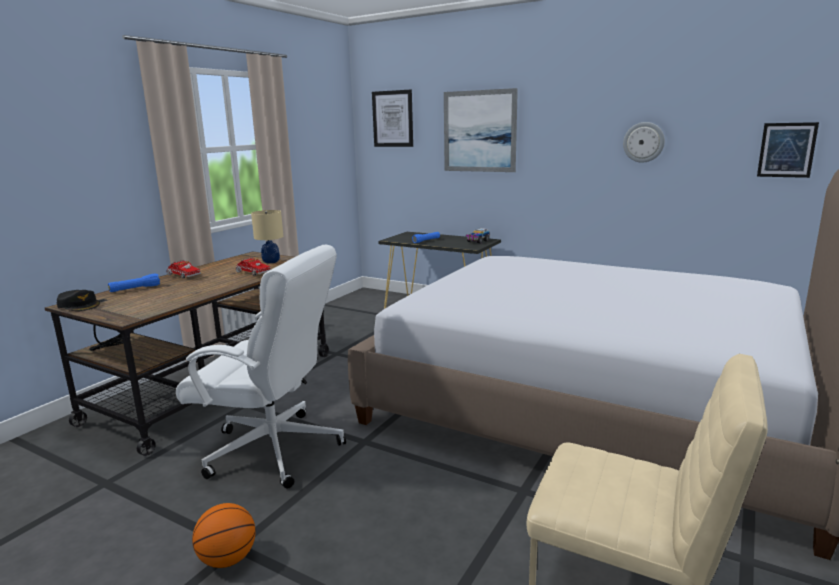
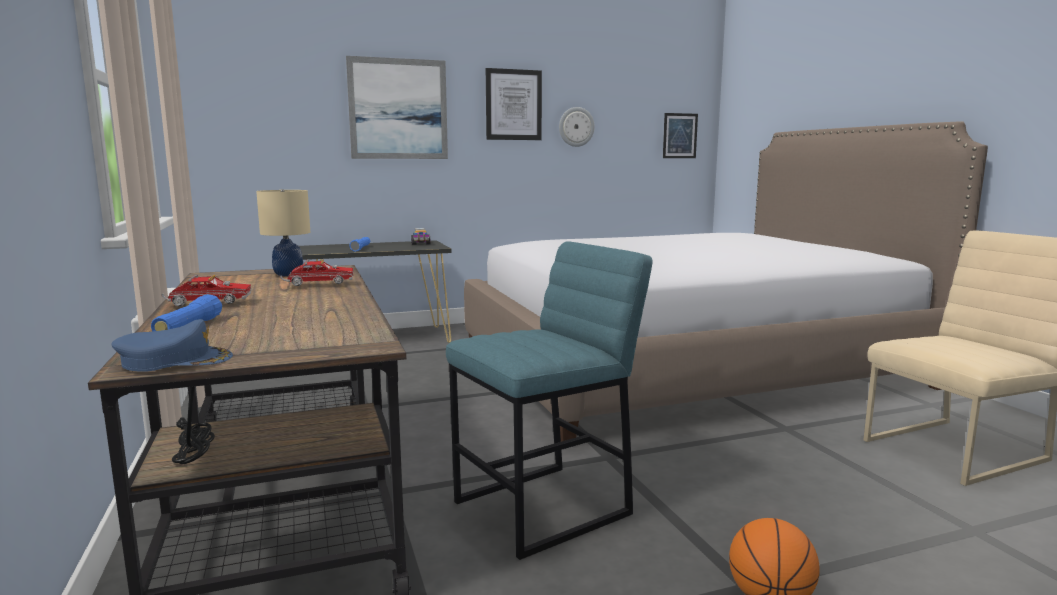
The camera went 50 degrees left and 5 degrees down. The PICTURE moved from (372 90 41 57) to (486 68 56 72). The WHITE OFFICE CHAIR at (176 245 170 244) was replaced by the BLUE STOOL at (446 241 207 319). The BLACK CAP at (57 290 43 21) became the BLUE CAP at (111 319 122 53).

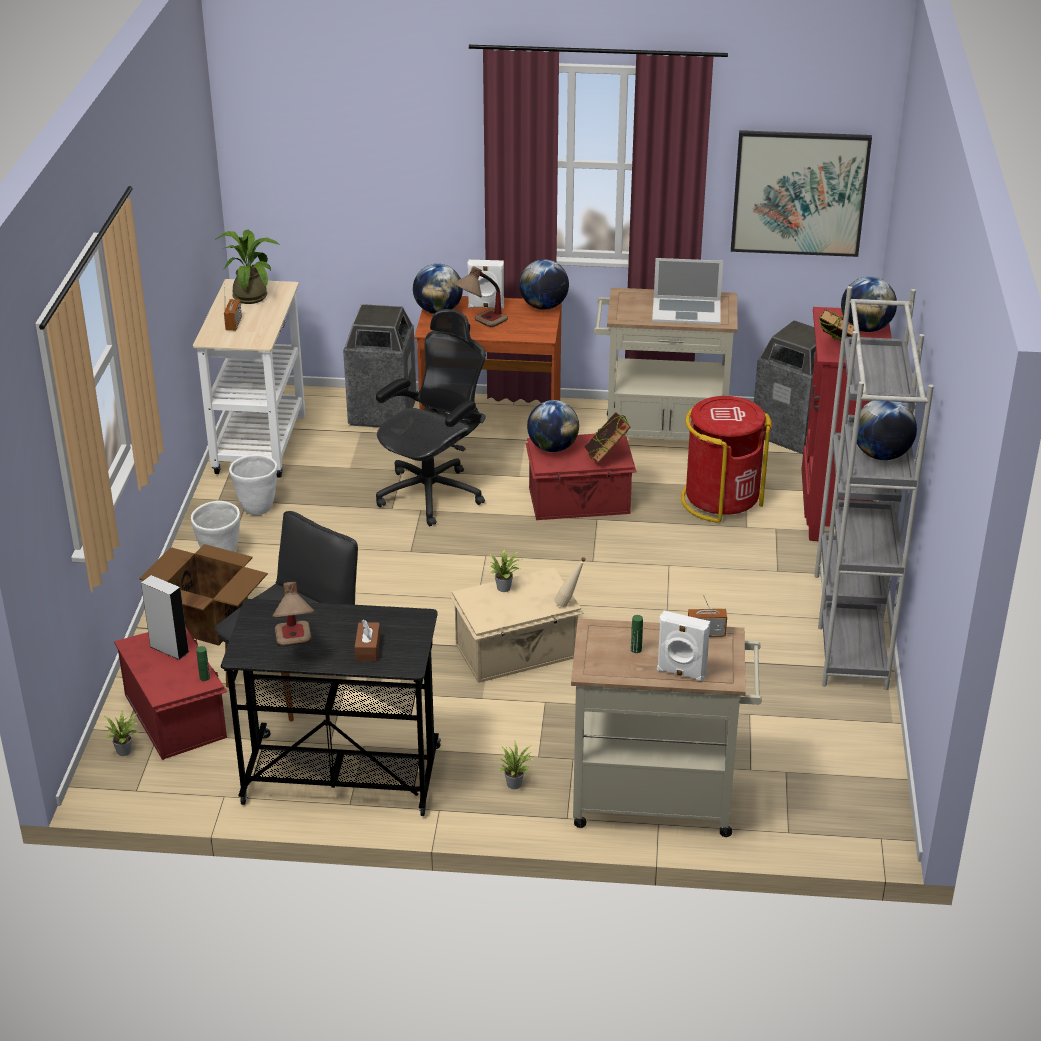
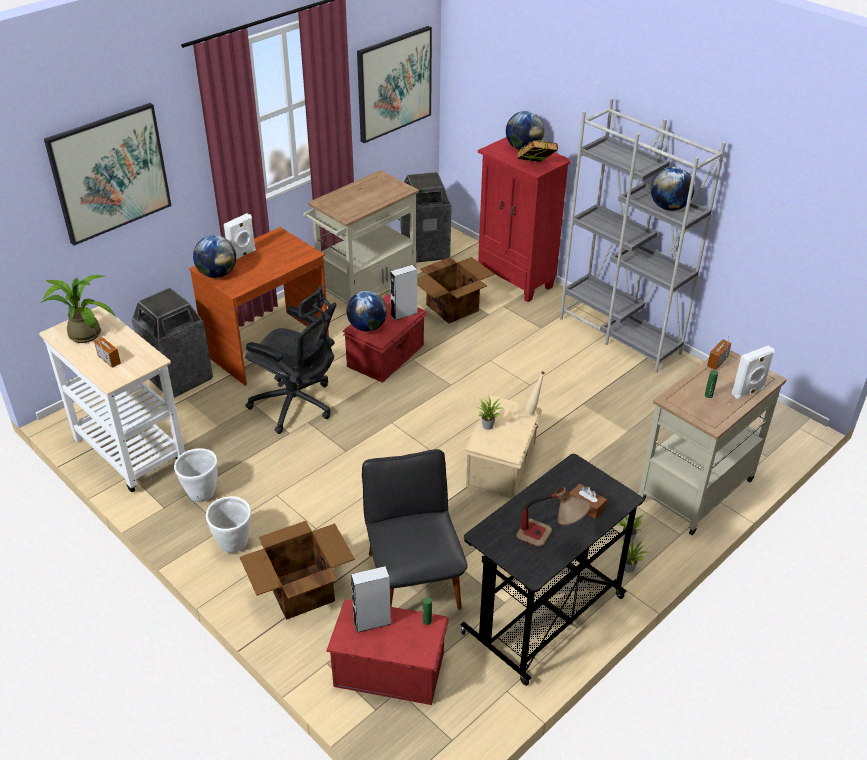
The camera went 50 degrees left and 5 degrees up. The LAPTOP at (652 258 71 67) disappeared. The GLOBE at (519 259 50 51) disappeared. The TABLE LAMP at (453 266 55 61) disappeared. The OFFICE CHAIR at (376 309 110 217) turned 135 degrees clockwise. The RED TRASH CAN at (681 396 91 127) was replaced by the CARDBOARD BOX at (417 257 78 67). The BOOK at (585 412 46 51) was replaced by the GREY SPEAKER at (390 265 28 56). The POTTED PLANT moved from (104 710 35 46) to (620 538 30 35). The PICTURE at (44 103 127 142) appeared.

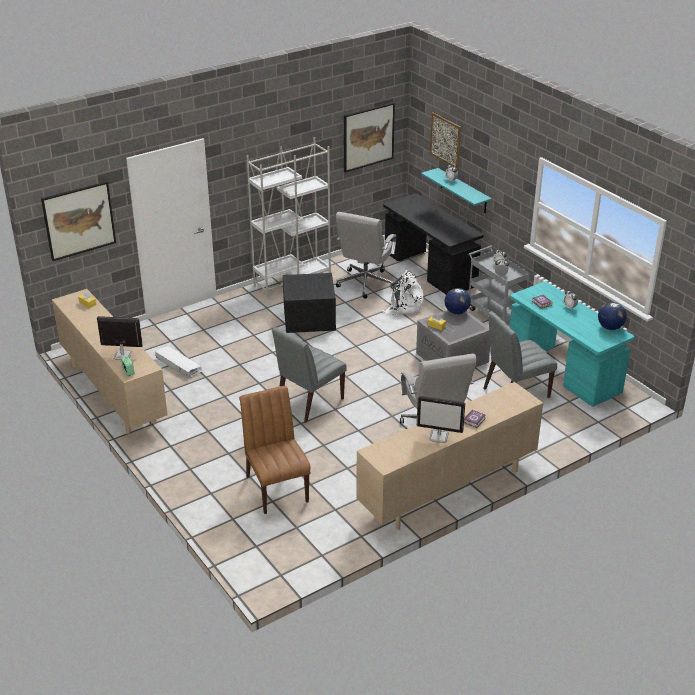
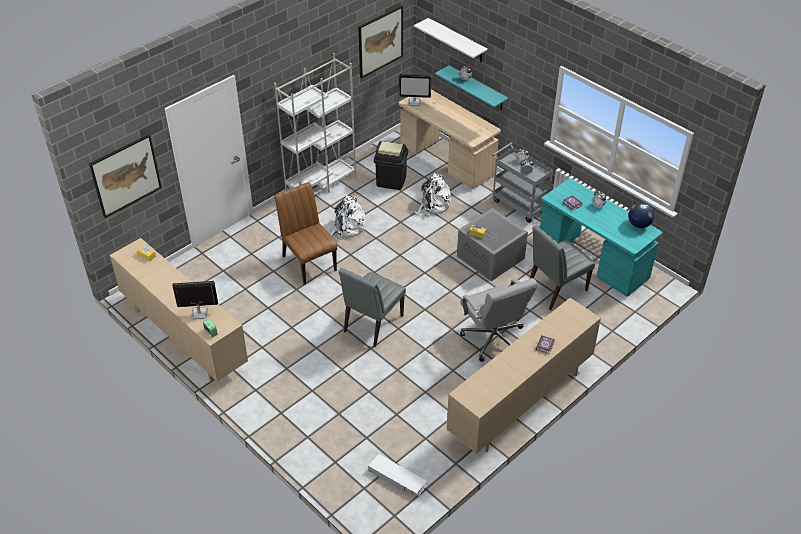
The camera went 10 degrees left and 10 degrees up. The PICTURE at (430 112 31 57) was replaced by the WHITE SHELF at (414 18 74 44). The BLACK DESK at (383 194 100 100) became the BEIGE DESK at (399 90 102 99). The GREY OFFICE CHAIR at (336 212 60 87) was replaced by the BLACK TRASH CAN at (374 141 34 49). The BLACK STORAGE BOX at (283 273 53 60) was replaced by the WHITE BACKPACK at (331 195 34 45). The GLOBE at (445 288 26 26) disappeared. The WHITE STORAGE BOX moved from (155 346 47 31) to (368 454 59 42). The BROWN CHAIR moved from (239 386 72 128) to (274 182 63 103). The MONITOR moved from (417 396 48 47) to (399 74 32 32).

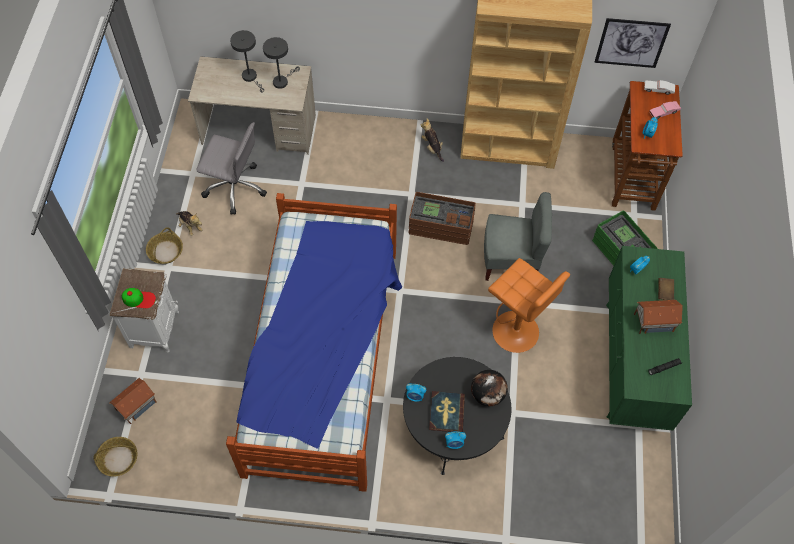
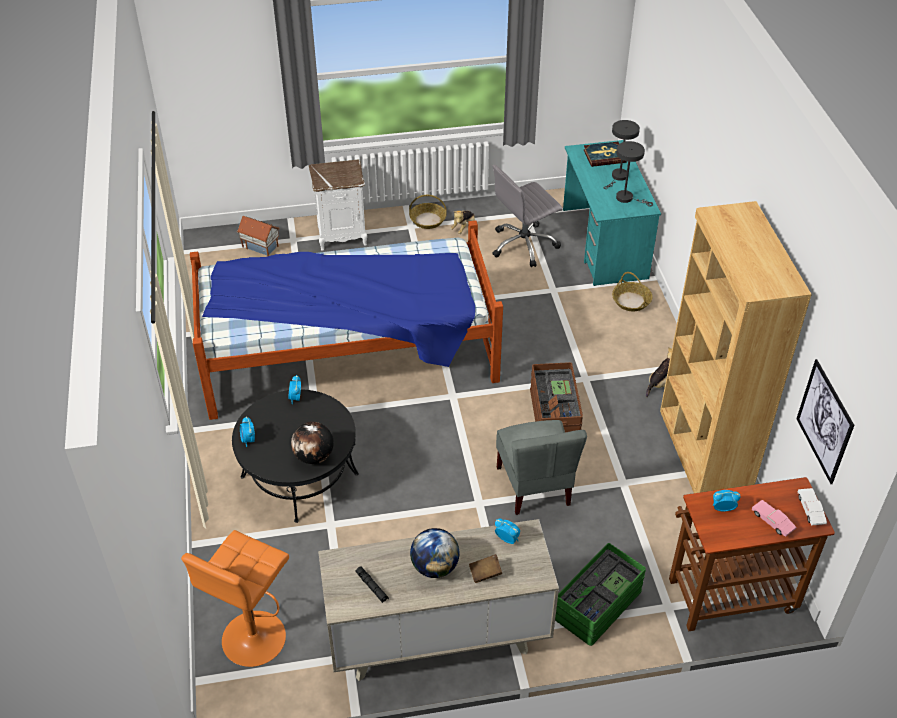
The camera went 75 degrees right and 15 degrees down. The BEIGE DESK at (188 56 128 99) became the TURQUOISE DESK at (563 140 98 146). The GREY OFFICE CHAIR at (196 122 71 93) turned 60 degrees clockwise. The GREEN DRESSER at (606 246 86 185) became the BEIGE DRESSER at (318 519 241 162). The ORANGE STOOL moved from (488 258 82 95) to (181 530 108 137). The CAP at (122 288 34 20) disappeared. The TOY HOUSE at (634 300 49 34) was replaced by the GLOBE at (410 528 49 50). The BOOK moved from (429 391 36 41) to (583 142 44 25). The BASKET moved from (93 437 44 40) to (612 272 41 39).

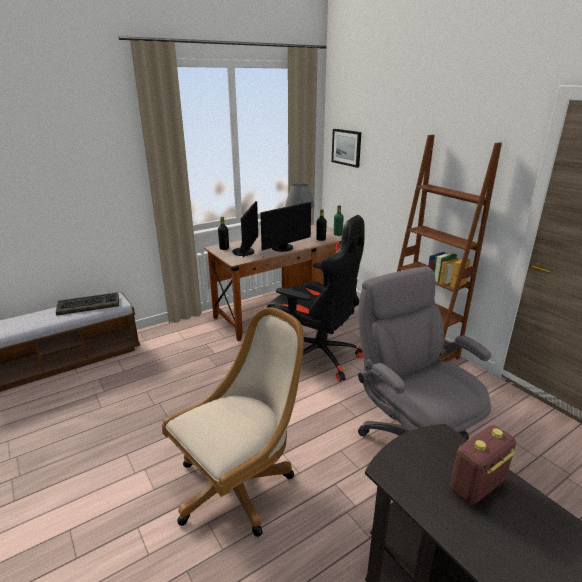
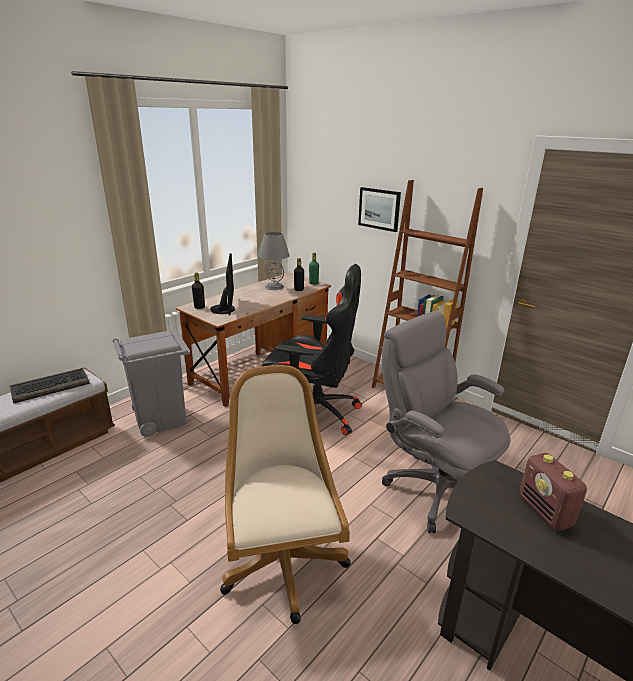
The camera went 15 degrees left and 0 degrees up. The PICTURE moved from (332 129 29 39) to (358 187 43 45). The MONITOR at (260 202 51 50) disappeared. The OFFICE CHAIR at (162 307 142 230) turned 45 degrees counterclockwise. The RADIO at (450 425 66 79) turned 60 degrees counterclockwise. The GREY TRASH CAN at (113 331 77 106) appeared.

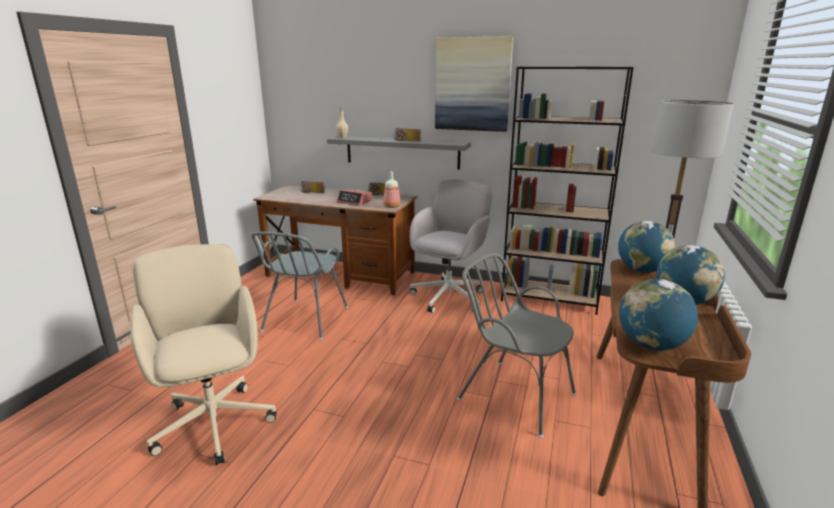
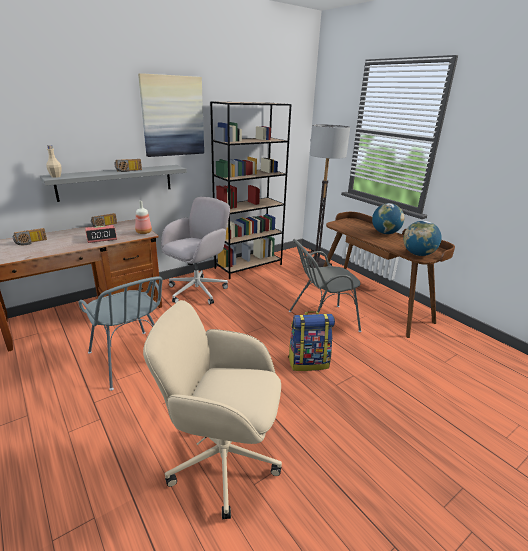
The camera went 55 degrees left and 5 degrees up. The GREY OFFICE CHAIR at (410 180 82 133) turned 60 degrees clockwise. The GLOBE at (618 221 57 52) disappeared. The BACKPACK at (288 311 47 60) appeared.

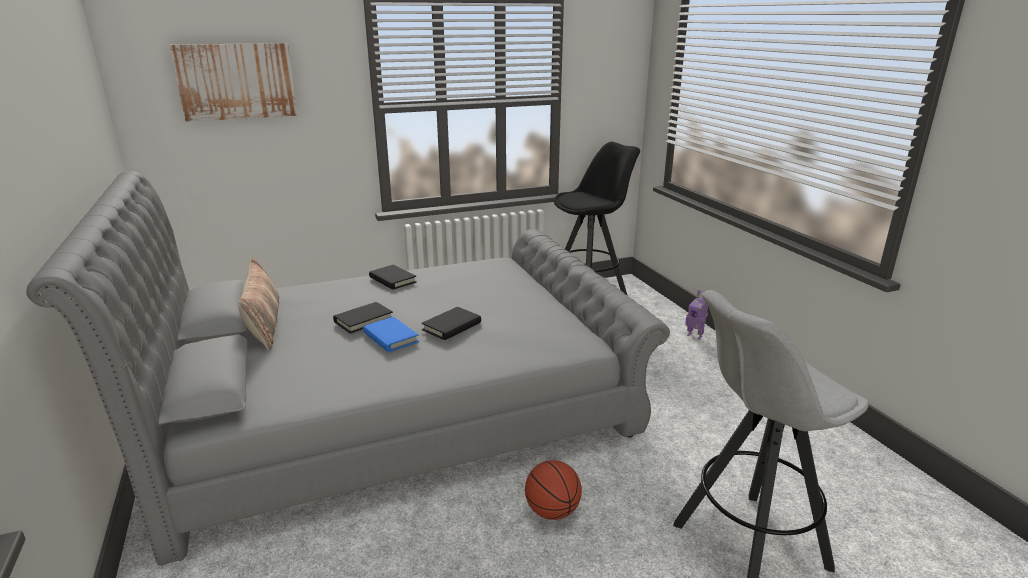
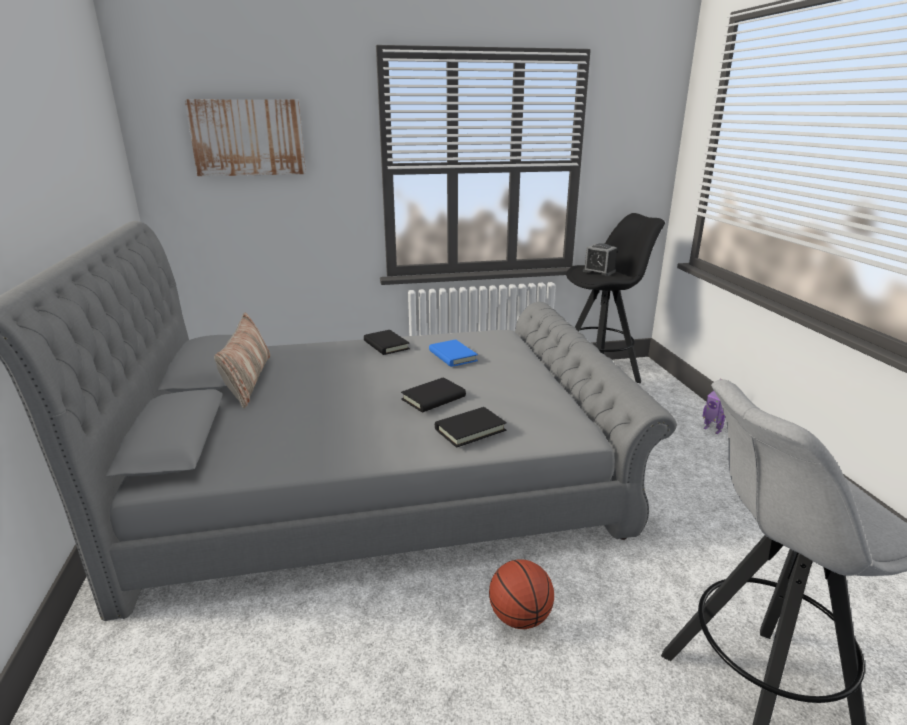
The camera went 10 degrees right and 0 degrees up. The BLACK BOOK moved from (333 302 60 32) to (435 407 72 41). The BLUE BOOK moved from (363 317 56 35) to (429 339 49 28). The ALARM CLOCK at (583 243 34 33) appeared.

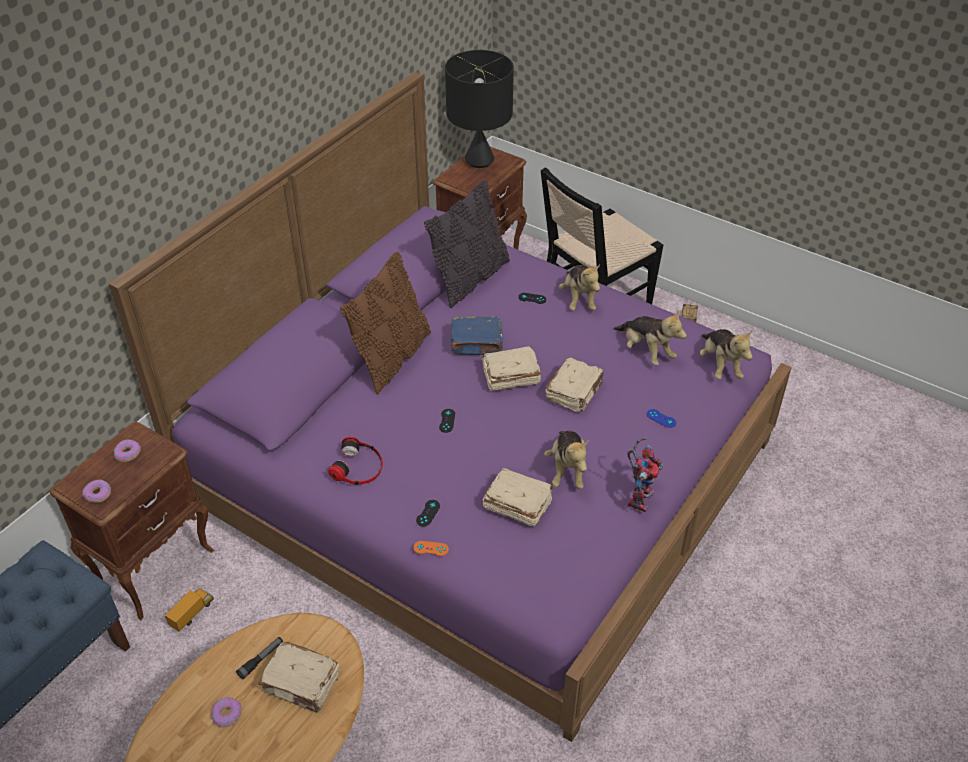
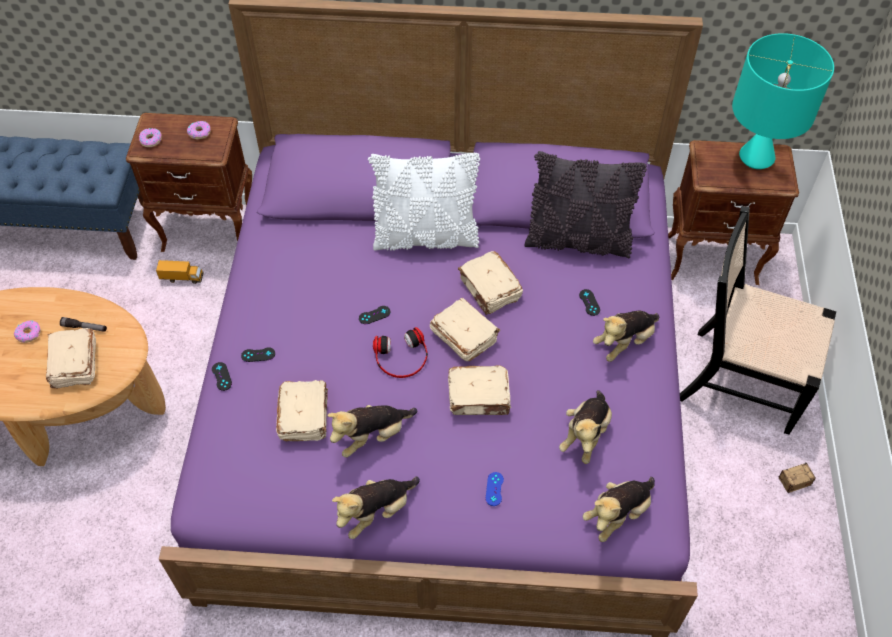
The camera went 60 degrees right and 10 degrees up. The BLACK TABLE LAMP at (445 50 69 118) became the TURQUOISE TABLE LAMP at (732 33 102 136). The BROWN PILLOW at (340 252 91 143) became the WHITE PILLOW at (368 153 112 98). The BLUE BOOK at (451 316 52 39) became the BEIGE BOOK at (458 251 65 64). The HEADPHONES moved from (328 437 55 48) to (373 327 55 51). The TOY ROBOT at (627 437 36 76) was replaced by the PLUSH TOY at (332 477 88 62). The ORANGE GAME CONTROLLER at (413 541 36 15) became the BLACK GAME CONTROLLER at (212 362 20 29).

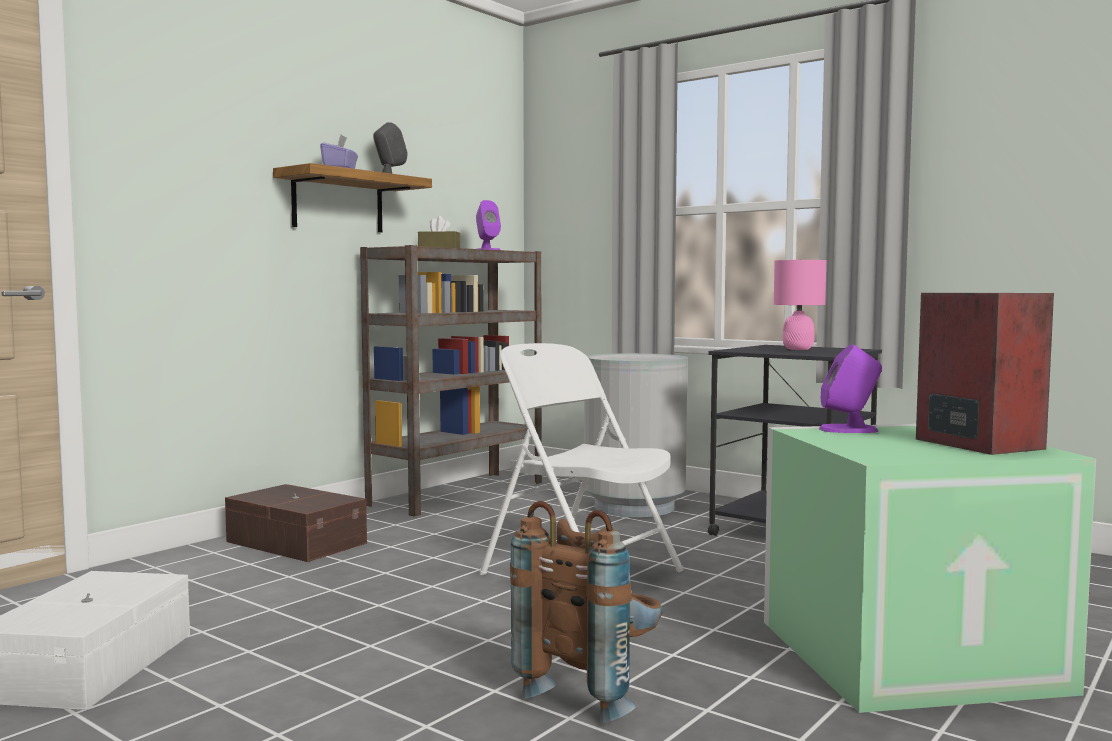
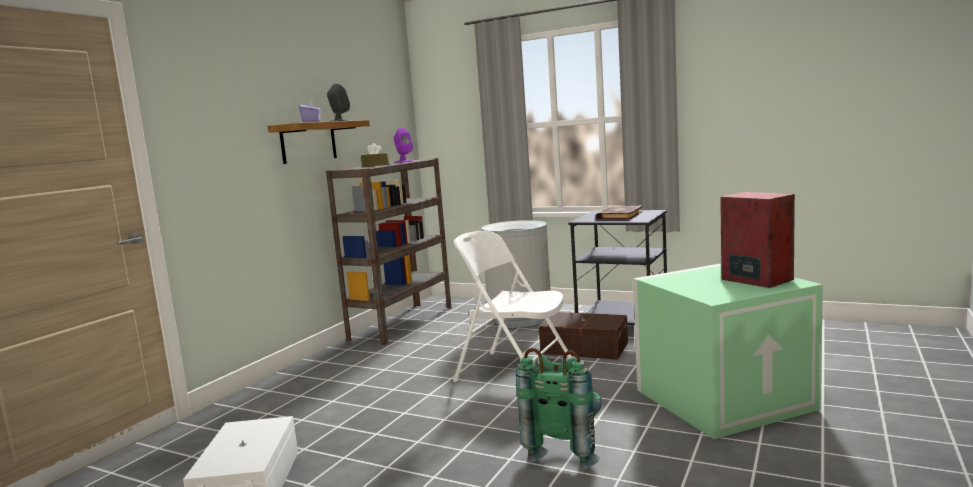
The camera went 10 degrees left and 5 degrees up. The PINK TABLE LAMP at (774 259 52 91) was replaced by the BOOK at (596 205 47 14). The PURPLE SPEAKER at (819 344 63 89) disappeared. The BROWN STORAGE BOX moved from (225 484 142 78) to (539 312 89 48). The BROWN BACKPACK at (510 501 153 222) became the GREEN BACKPACK at (516 348 86 121).

